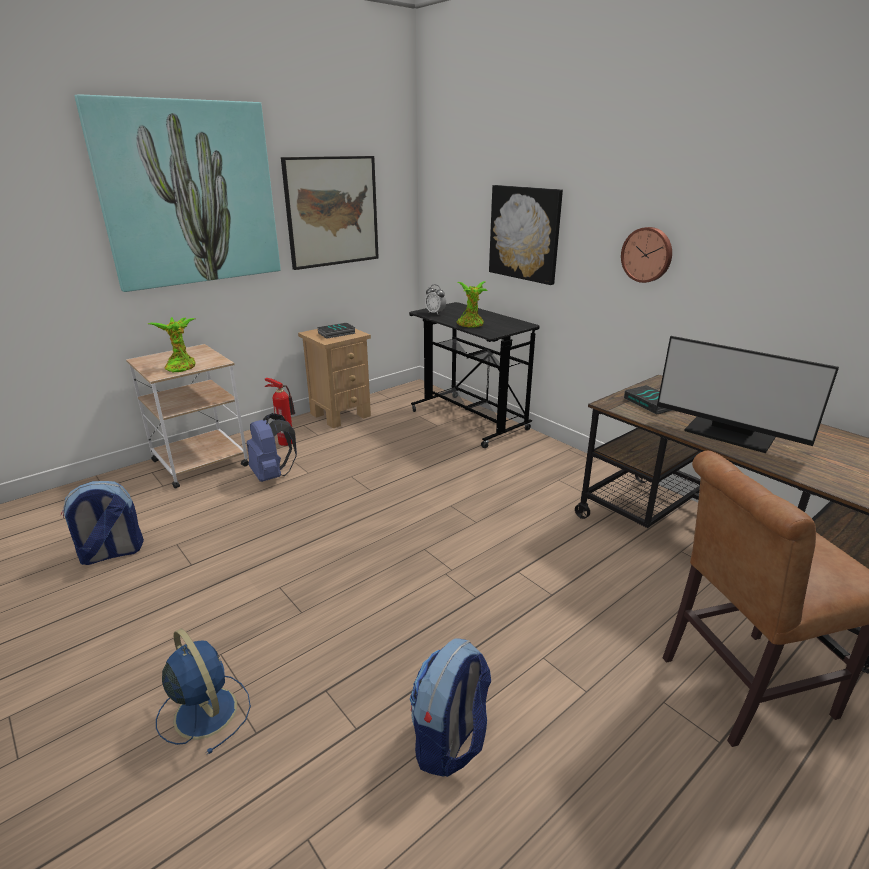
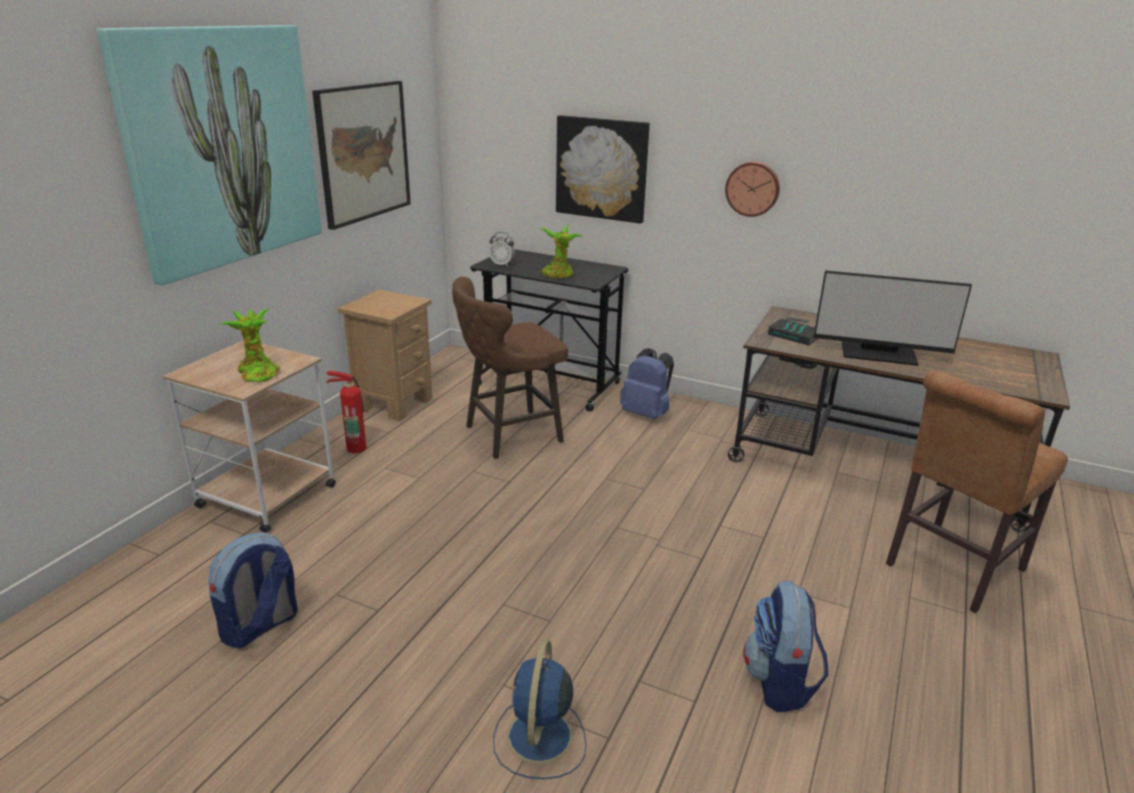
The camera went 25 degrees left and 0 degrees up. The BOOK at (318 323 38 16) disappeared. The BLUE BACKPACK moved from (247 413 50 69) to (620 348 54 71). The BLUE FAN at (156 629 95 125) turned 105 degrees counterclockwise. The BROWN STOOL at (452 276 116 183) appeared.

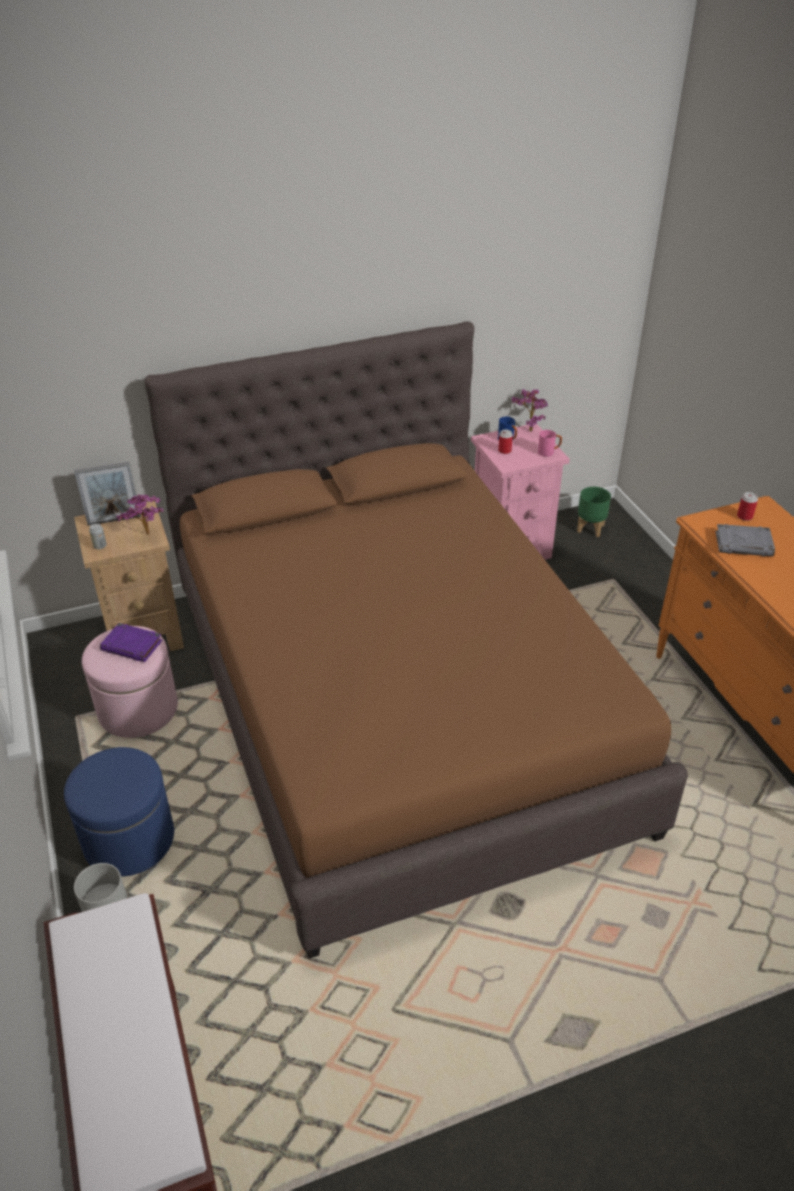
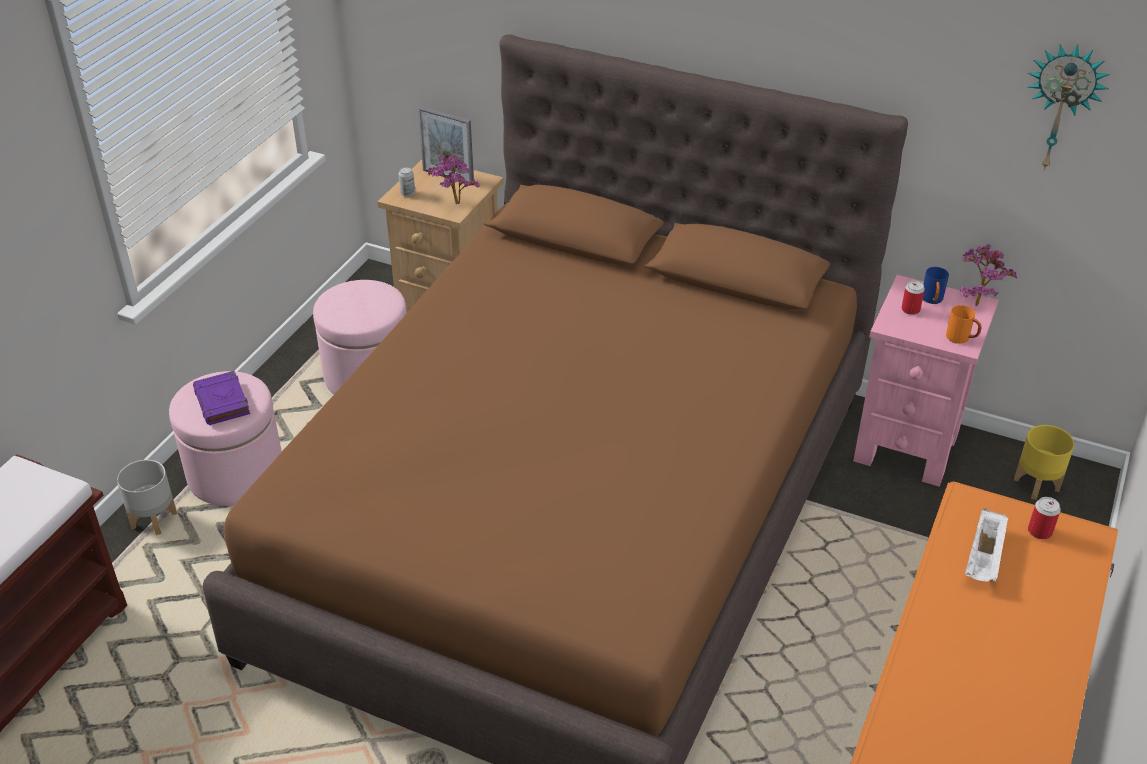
The camera went 45 degrees right and 0 degrees up. The PINK MUG at (538 430 24 27) became the ORANGE MUG at (946 305 36 39). The GREEN PLANTER at (577 487 34 50) became the YELLOW PLANTER at (1014 425 60 75). The GREY BOOK at (715 524 60 32) was replaced by the WHITE TRAY at (965 508 43 74). The PURPLE BOOK moved from (100 623 62 39) to (193 371 57 54). The BLUE OTTOMAN at (64 747 110 130) became the PINK OTTOMAN at (169 371 113 135). The WALL CLOCK at (1027 44 83 127) appeared.

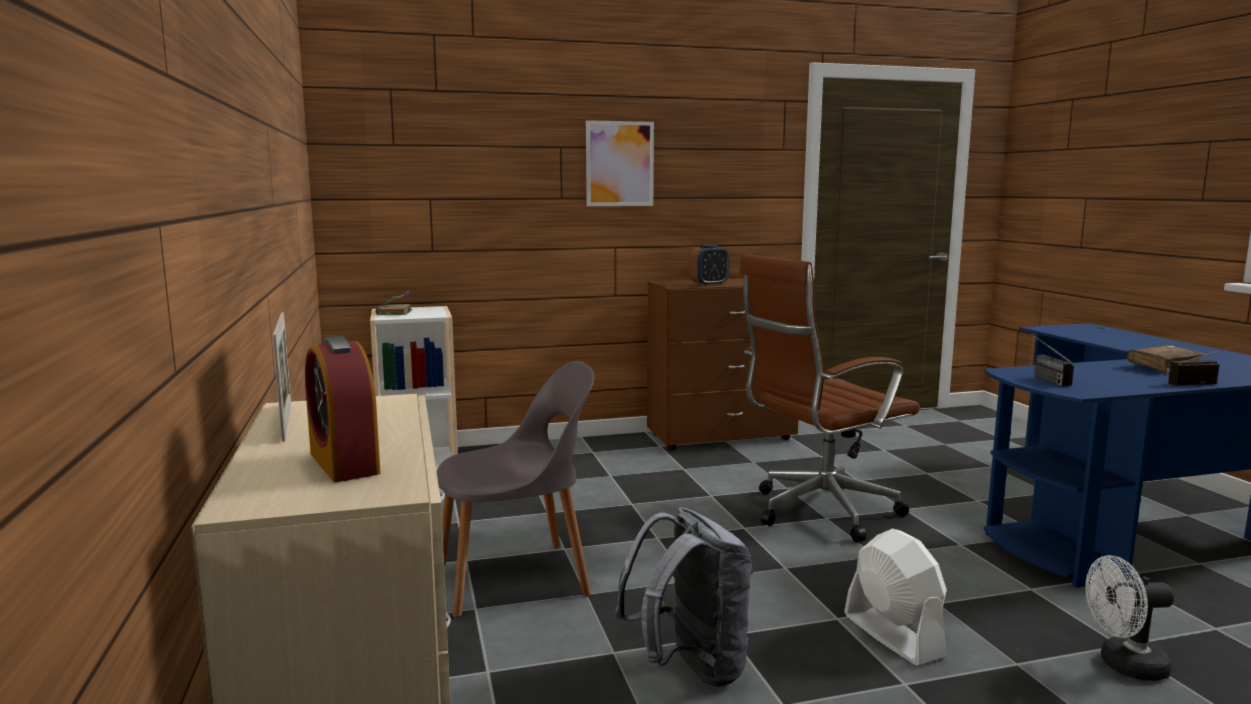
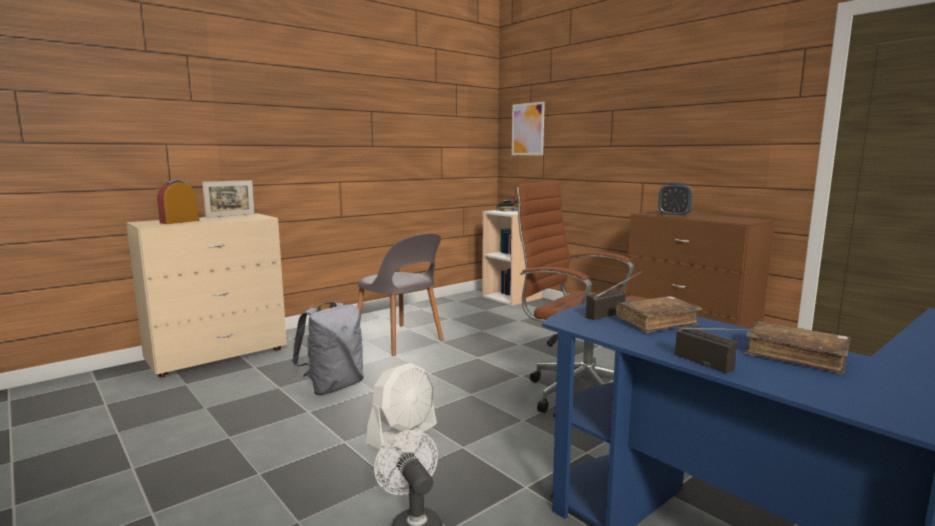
The camera went 65 degrees right and 0 degrees up. The PICTURE moved from (586 120 68 86) to (512 102 33 53). The BROWN BOOK at (616 296 86 37) appeared.

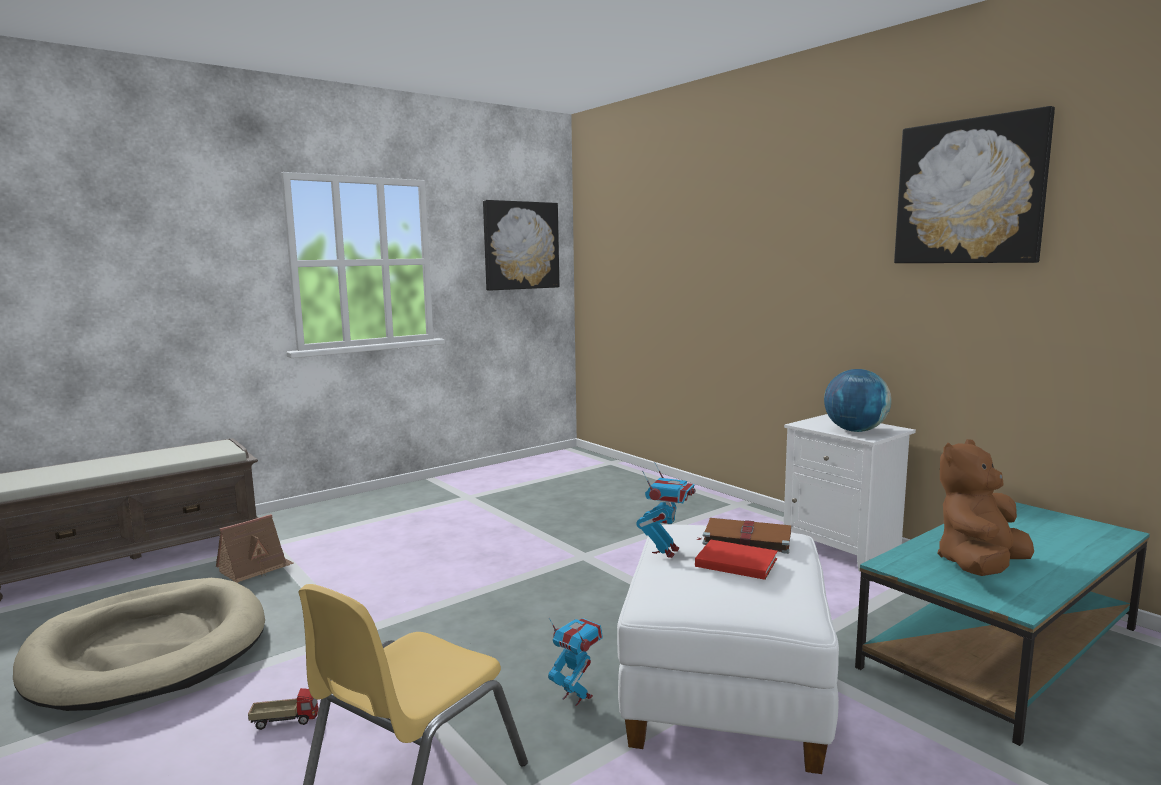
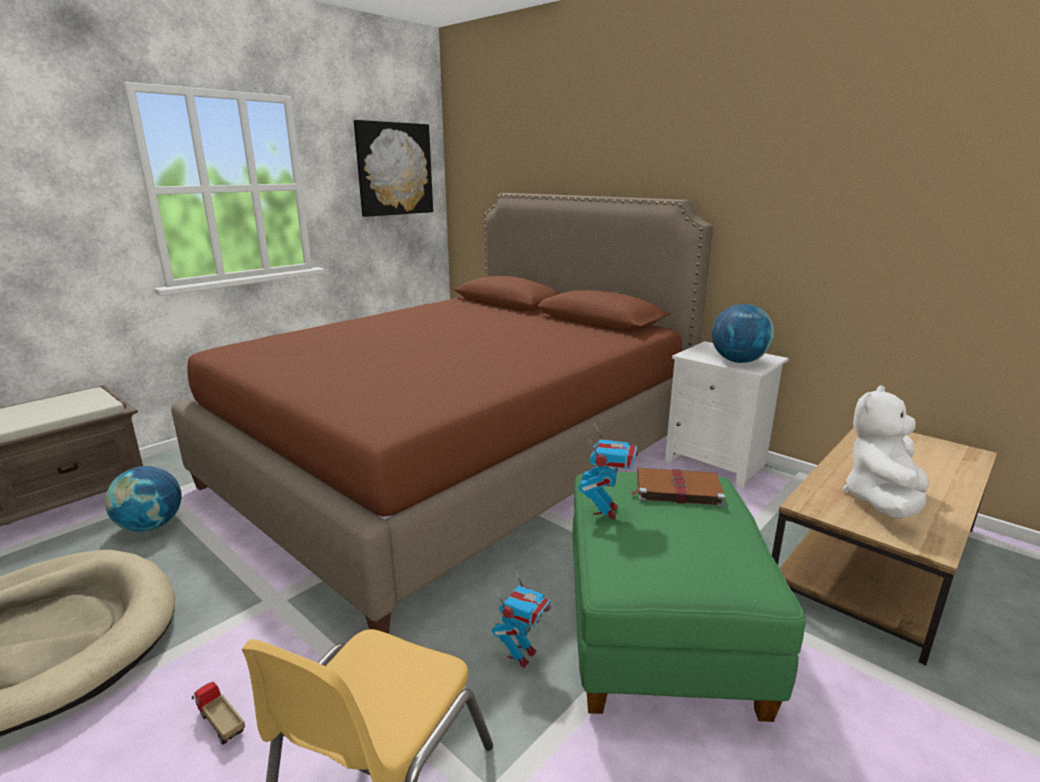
The camera went 10 degrees left and 10 degrees up. The PICTURE at (894 106 161 157) disappeared. The BROWN PLUSH TOY at (937 439 97 137) became the WHITE PLUSH TOY at (843 386 86 133). The TURQUOISE COFFEE TABLE at (855 502 295 244) became the BROWN COFFEE TABLE at (772 427 225 238). The TOY HOUSE at (216 514 77 69) was replaced by the GLOBE at (105 466 77 66). The WHITE OTTOMAN at (617 525 222 249) became the GREEN OTTOMAN at (573 472 233 250). The RED BOOK at (695 540 82 40) disappeared. The TOY ROBOT at (548 618 55 88) turned 90 degrees clockwise. The TOY TRUCK at (248 688 71 42) turned 120 degrees counterclockwise. The BROWN BED at (171 193 542 441) appeared.

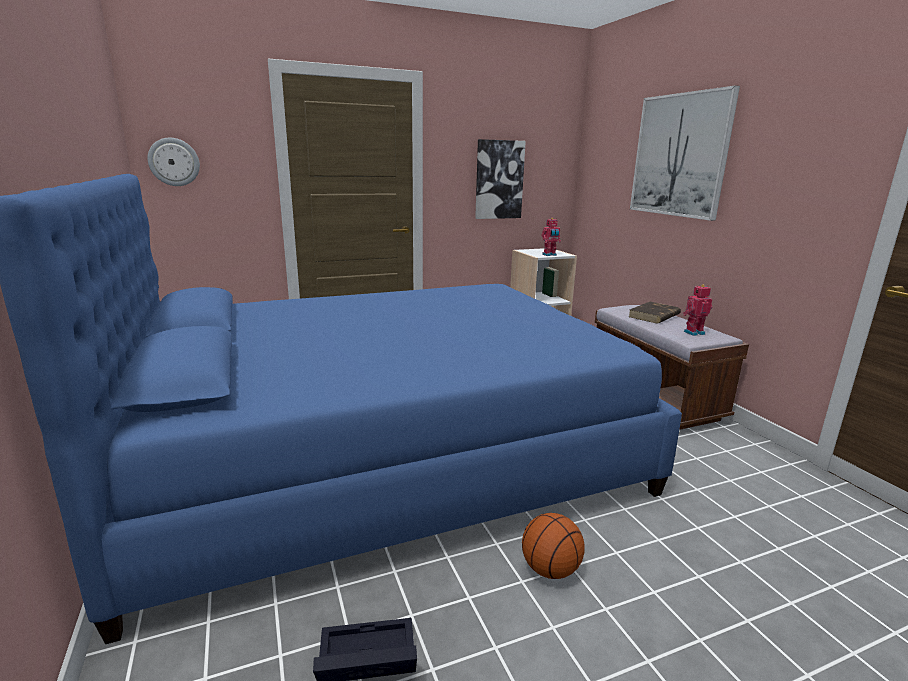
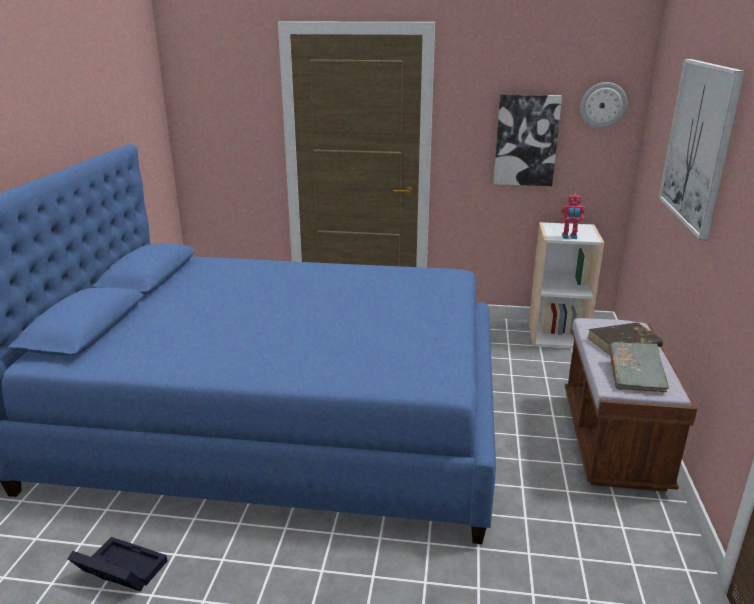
The camera went 30 degrees right and 5 degrees up. The WALL CLOCK moved from (148 138 52 48) to (580 82 47 46). The TOY ROBOT at (683 285 29 51) was replaced by the GREY BOOK at (609 342 60 50). The BASKETBALL at (522 513 63 66) disappeared.

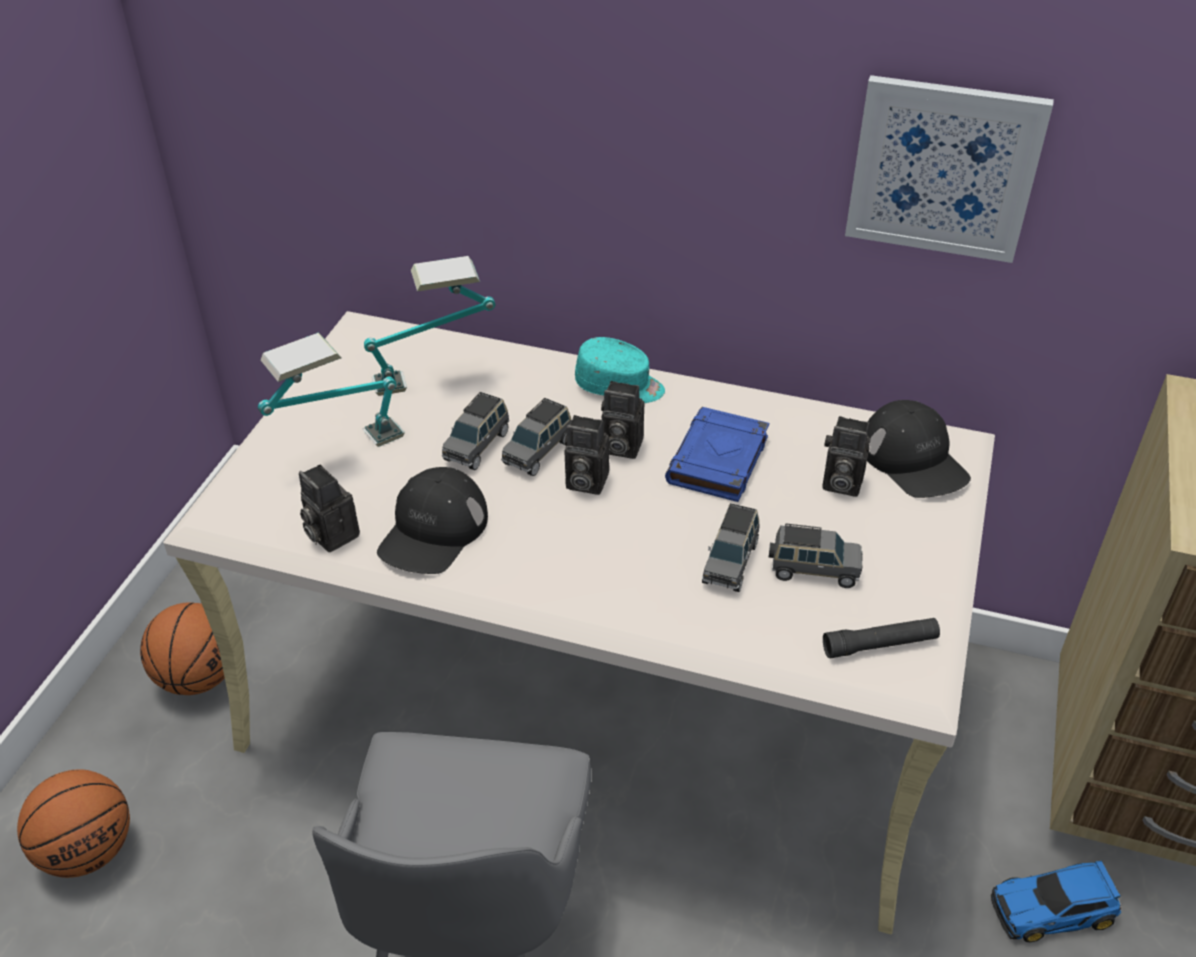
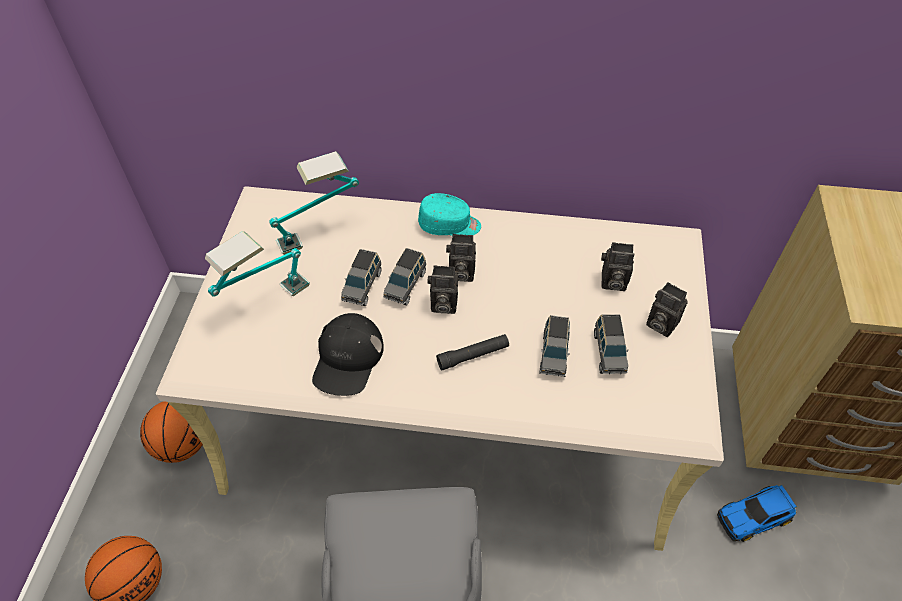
The camera went 10 degrees left and 10 degrees up. The PICTURE at (845 75 209 188) disappeared. The BLACK CAP at (867 400 104 98) disappeared. The BLUE BOOK at (665 407 104 95) disappeared. The PHOTO CAMERA moved from (299 464 61 88) to (646 282 42 55). The GREY TOY CAR at (768 523 95 65) turned 90 degrees clockwise. The BLACK FLASHLIGHT moved from (823 618 117 40) to (436 334 73 36).

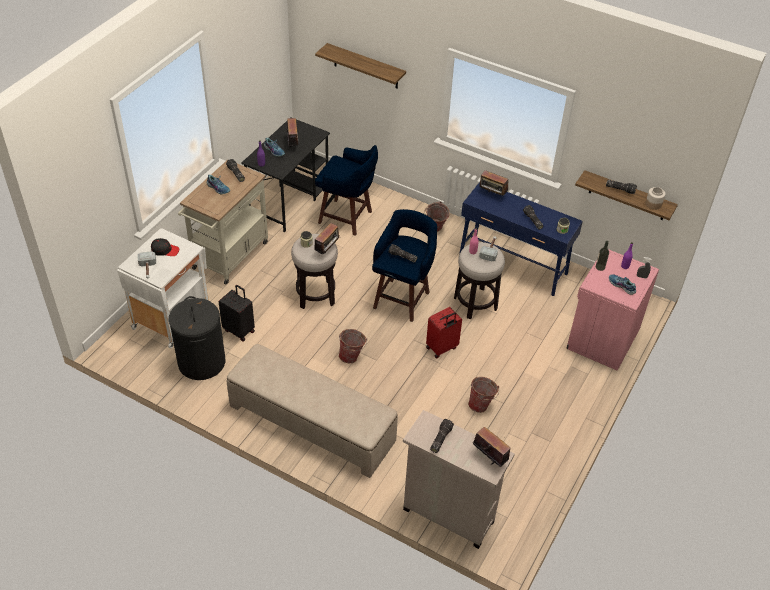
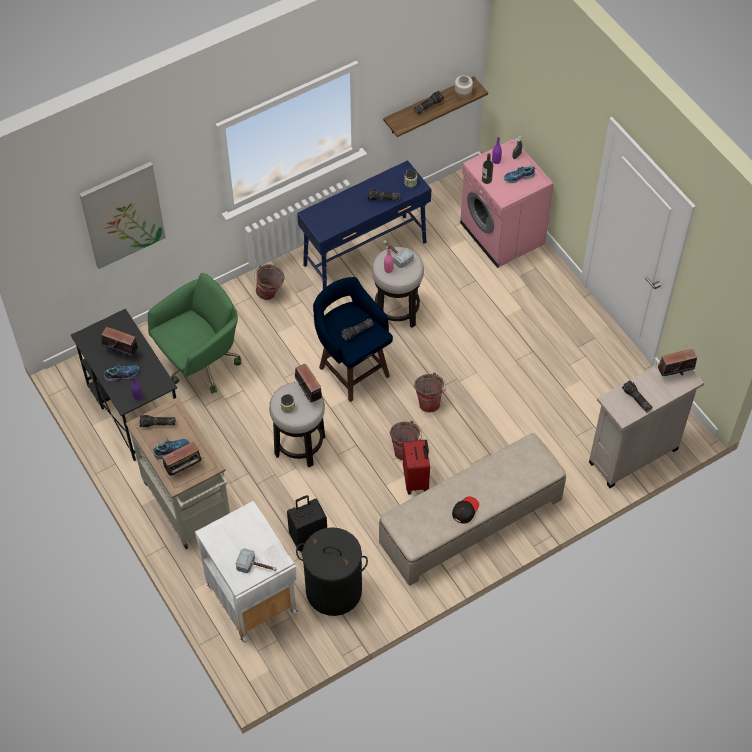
The camera went 60 degrees left and 10 degrees up. The SHELF at (315 43 91 46) was replaced by the PICTURE at (79 162 87 107). The BLUE STOOL at (315 145 63 91) was replaced by the GREEN OFFICE CHAIR at (148 273 93 120). The RADIO moved from (479 170 30 26) to (163 441 41 35). The BLACK CAP moved from (151 238 28 18) to (452 497 27 27). The RED SUITCASE moved from (426 307 36 51) to (403 439 27 55). The BUCKET moved from (468 377 31 36) to (414 373 32 39).

